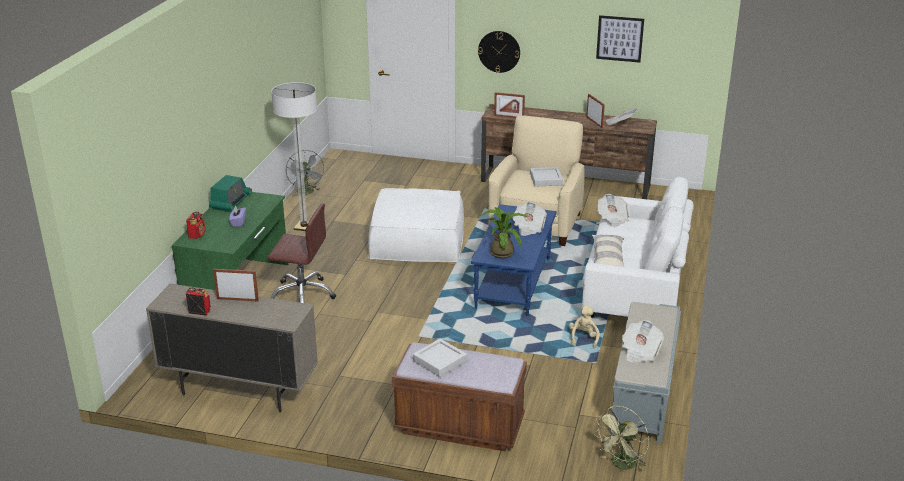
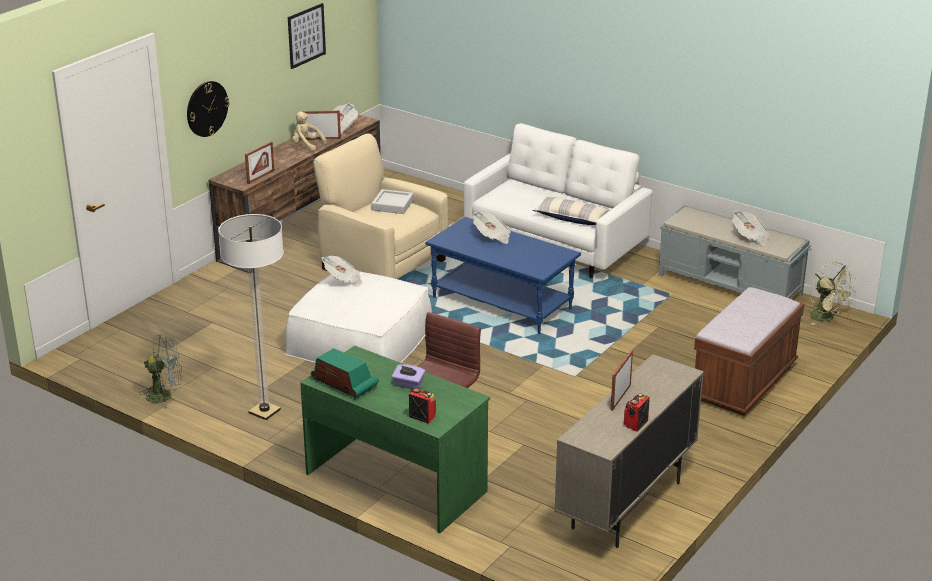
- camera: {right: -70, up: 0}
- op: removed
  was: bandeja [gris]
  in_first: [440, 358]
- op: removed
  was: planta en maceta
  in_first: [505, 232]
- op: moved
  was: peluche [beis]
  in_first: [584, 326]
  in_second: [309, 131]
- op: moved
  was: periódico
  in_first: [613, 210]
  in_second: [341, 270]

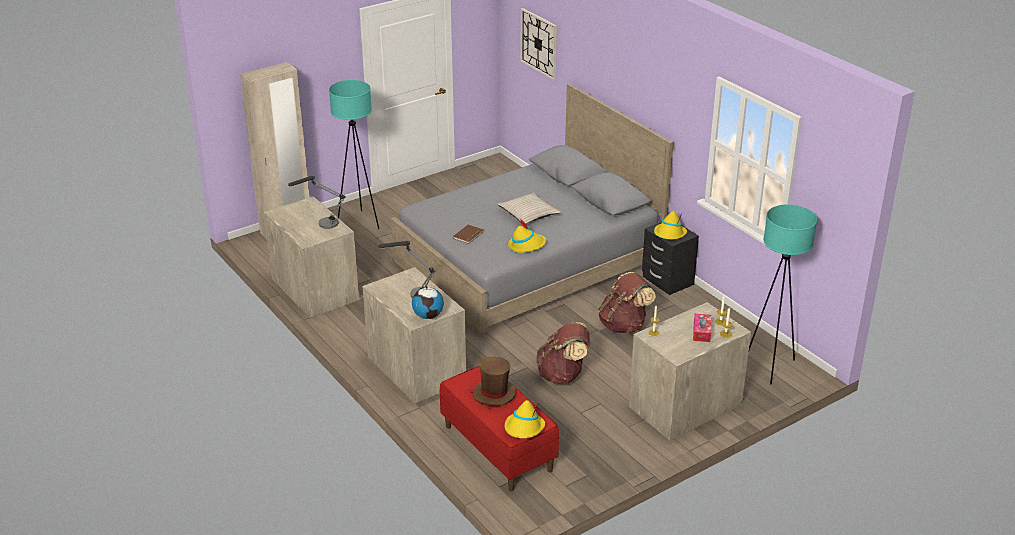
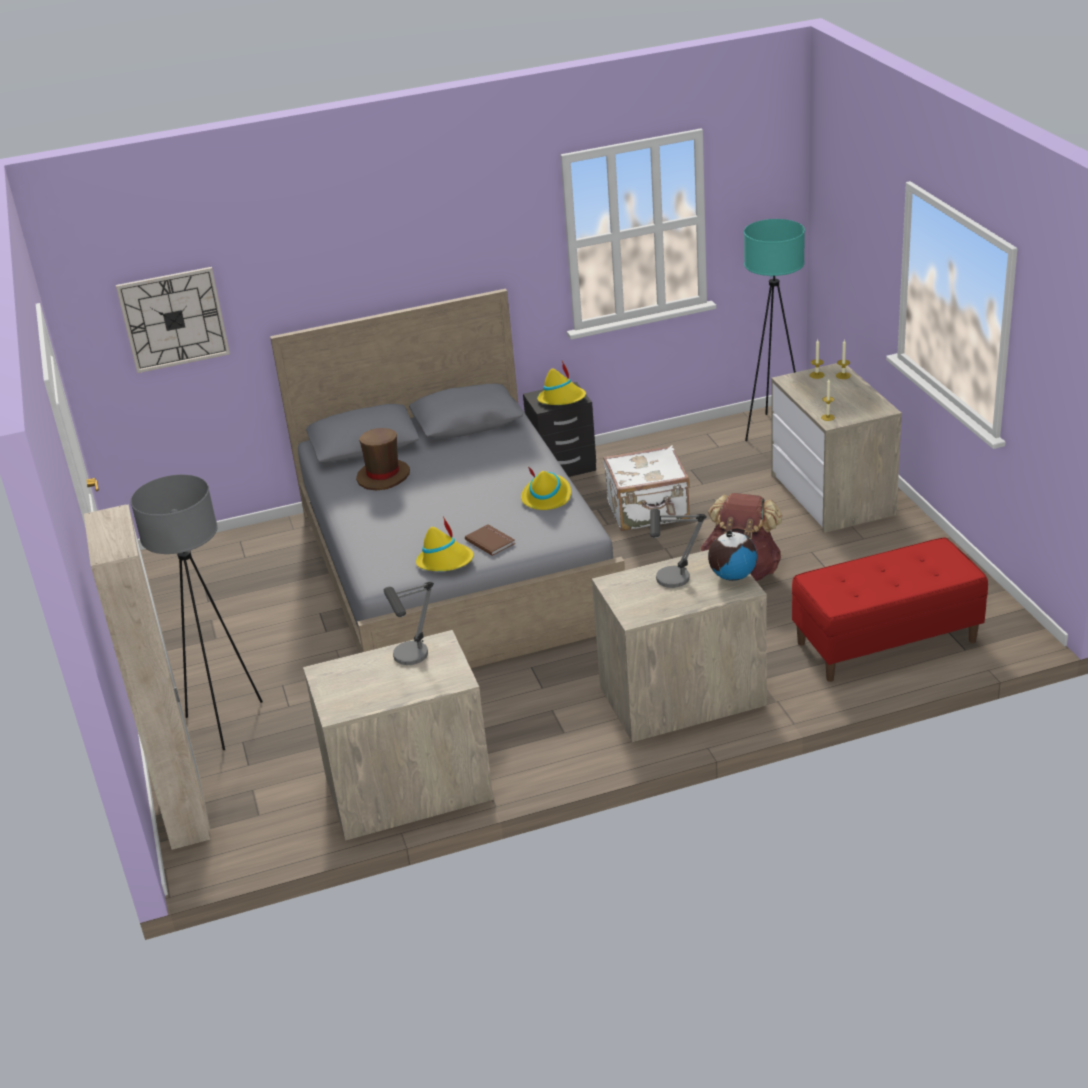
- camera: {right: -70, up: 0}
- op: recoloured
  was: lámpara de pie [turquesa]
  now: lámpara de pie [gris]
  in_first: [354, 154]
  in_second: [197, 612]
- op: moved
  was: sombrero [marrón]
  in_first: [494, 381]
  in_second: [383, 459]
- op: removed
  was: cojín [beis]
  in_first: [529, 208]
- op: moved
  was: sombrero [amarillo]
  in_first: [525, 419]
  in_second: [445, 544]
- op: replaced
  was: mochila [marrón]
  now: maleta [blanco]
  in_first: [627, 302]
  in_second: [646, 488]
- op: removed
  was: caja de pañuelos
  in_first: [702, 328]

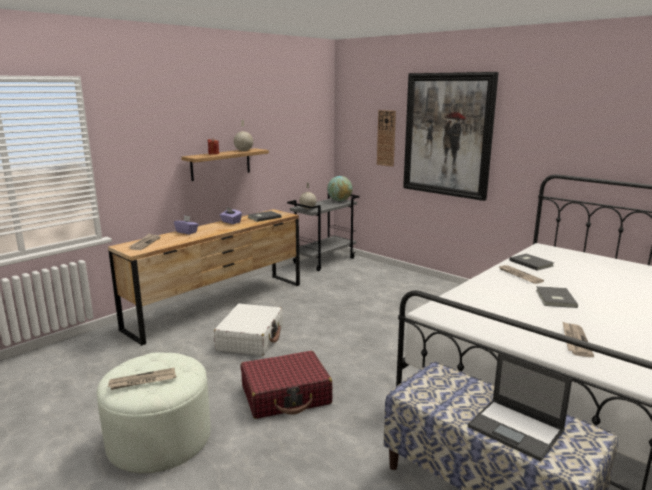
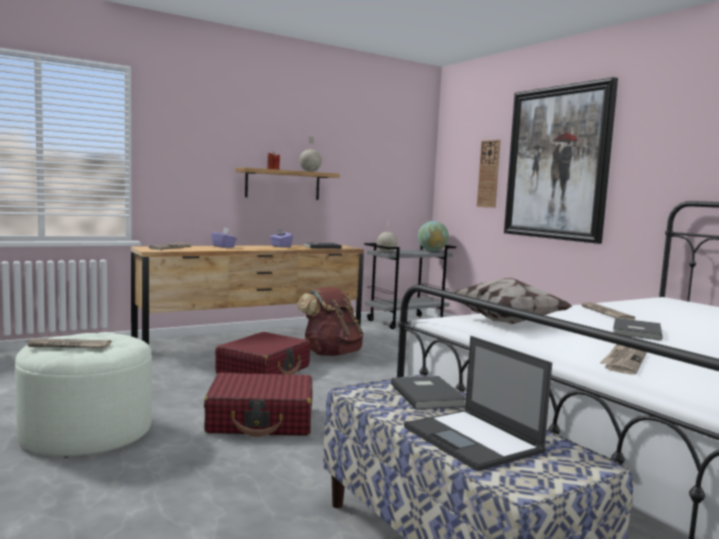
- camera: {right: 15, up: -10}
- op: recoloured
  was: maleta [blanco]
  now: maleta [rojo]
  in_first: [248, 330]
  in_second: [262, 353]
- op: moved
  was: libro [gris]
  in_first: [531, 262]
  in_second: [428, 393]
- op: added
  now: mochila [marrón]
  in_second: [330, 321]
- op: added
  now: cojín
  in_second: [512, 301]

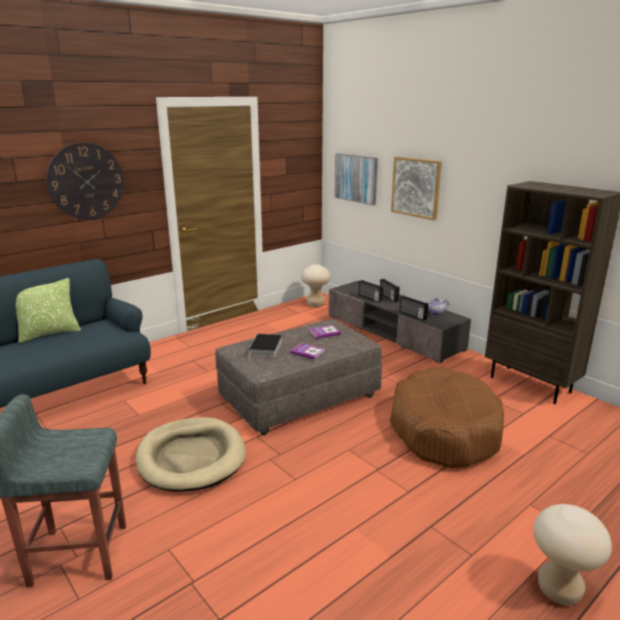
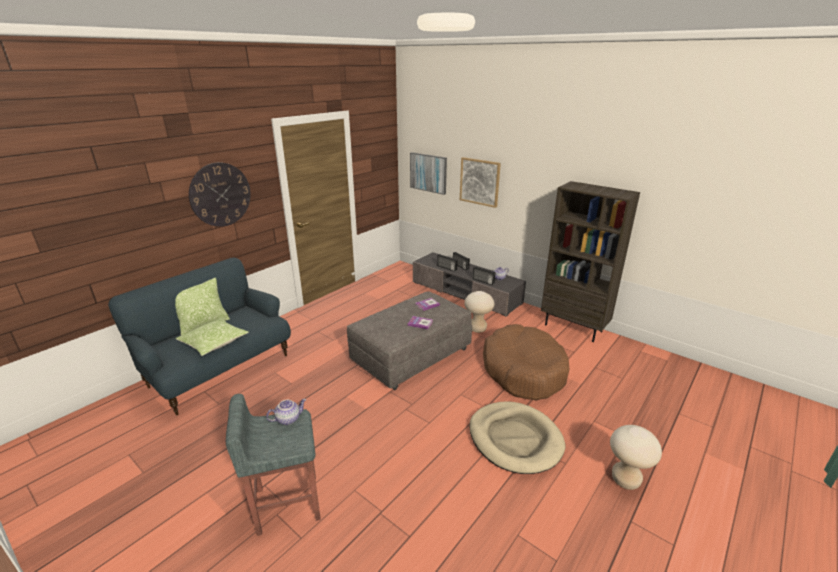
- camera: {right: -10, up: 5}
- op: moved
  was: cama para perro [beis]
  in_first: [191, 454]
  in_second: [517, 437]
- op: removed
  was: libro
  in_first: [265, 346]
- op: moved
  was: taburete [beis]
  in_first: [316, 285]
  in_second: [479, 312]
- op: added
  now: cojín
  in_second: [212, 336]
- op: added
  now: tetera
  in_second: [286, 412]

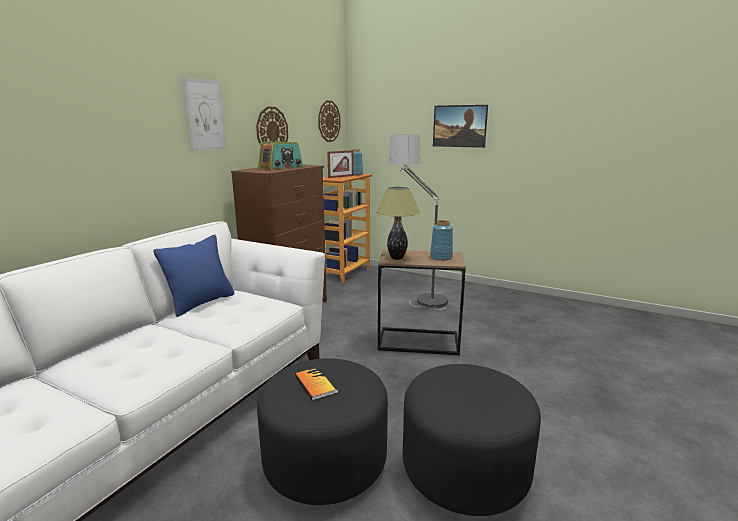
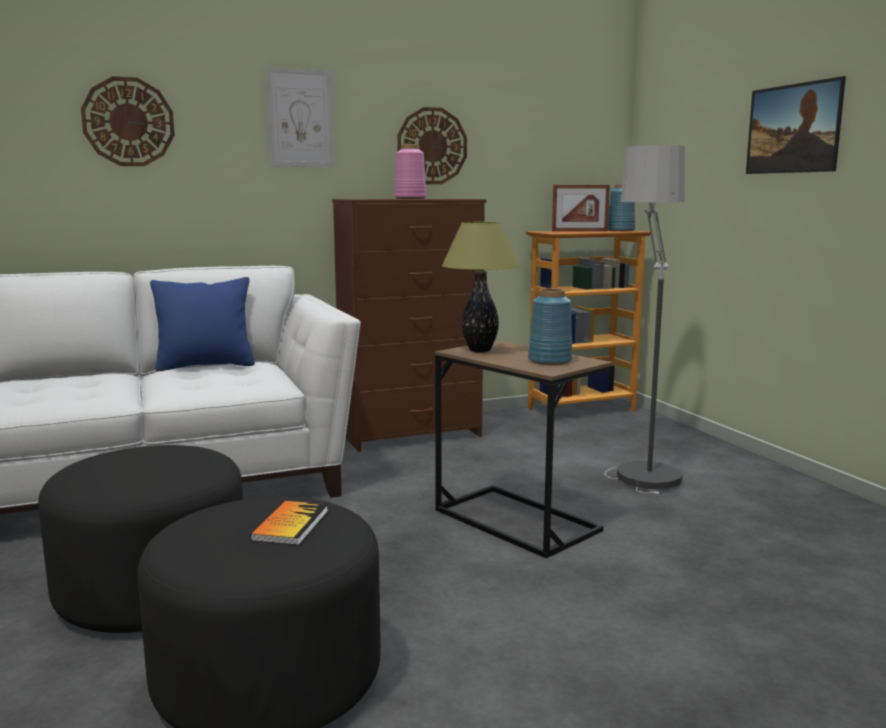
- camera: {right: 40, up: -5}
- op: replaced
  was: radio
  now: florero [rosa]
  in_first: [280, 155]
  in_second: [410, 171]
- op: moved
  was: libro
  in_first: [316, 384]
  in_second: [289, 523]
- op: moved
  was: reloj de pared
  in_first: [329, 121]
  in_second: [128, 121]

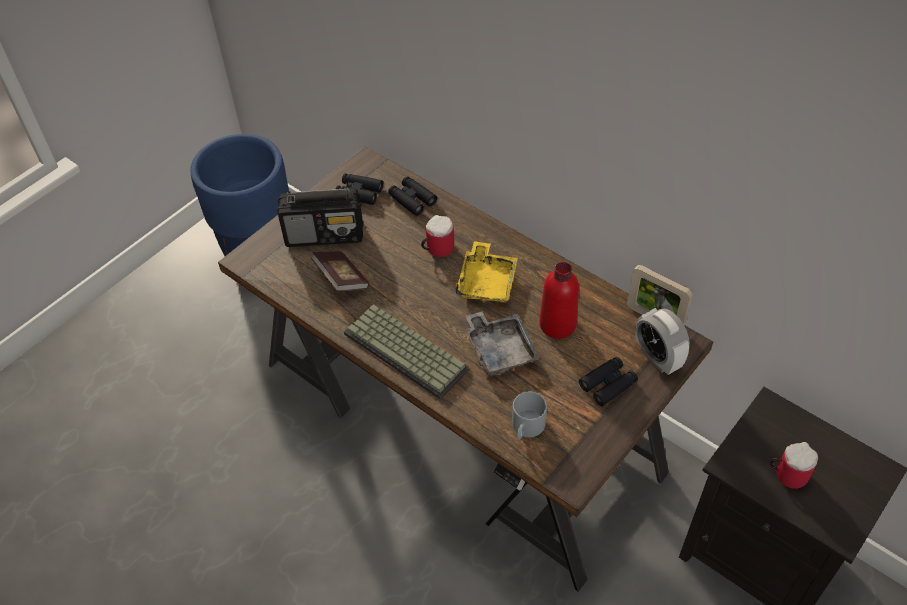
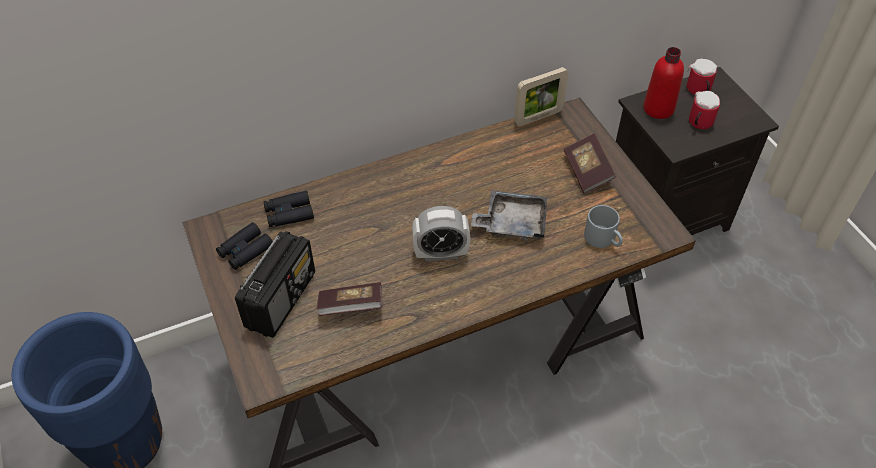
- camera: {right: -65, up: 0}
- op: removed
  was: teclado
  in_first: [407, 352]
- op: moved
  was: taza grande
  in_first: [437, 236]
  in_second: [702, 77]
- op: removed
  was: bandeja [amarillo]
  in_first: [486, 271]
- op: moved
  was: botella [rojo]
  in_first: [559, 300]
  in_second: [663, 83]
- op: replaced
  was: prismáticos [negro]
  now: libro
  in_first: [608, 381]
  in_second: [590, 163]
- op: moved
  was: despertador
  in_first: [662, 341]
  in_second: [441, 233]

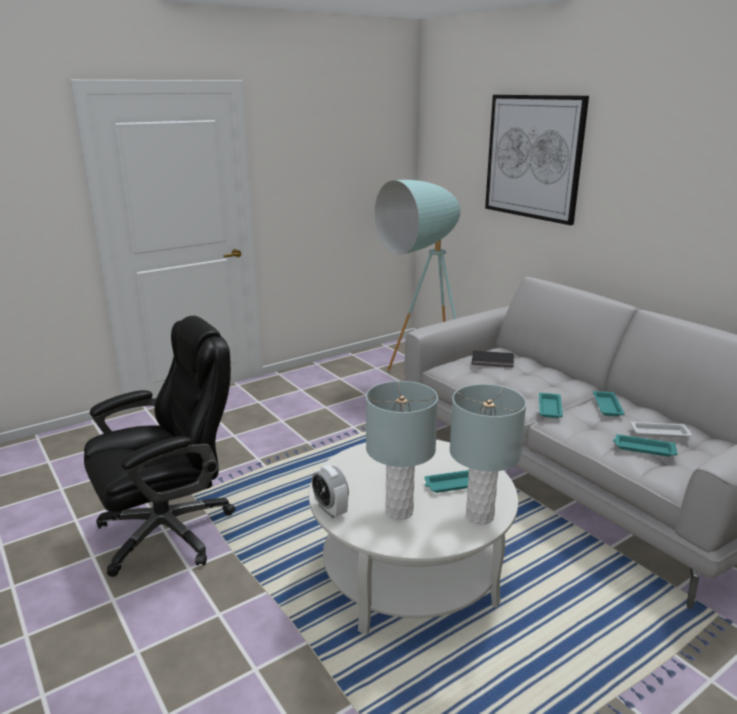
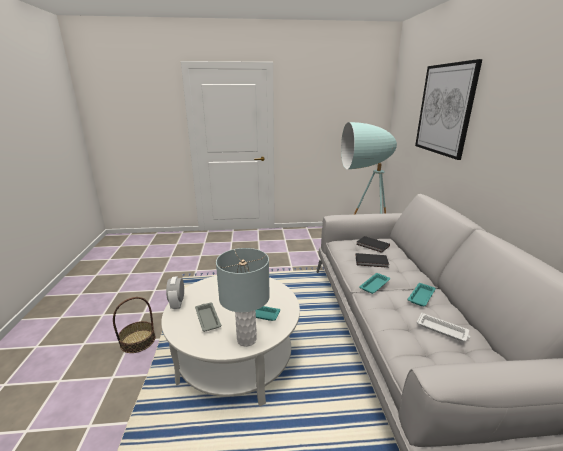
- camera: {right: 30, up: 0}
- op: removed
  was: silla de oficina [negro]
  in_first: [159, 446]
- op: replaced
  was: lámpara de mesa [gris]
  now: bandeja [gris]
  in_first: [402, 450]
  in_second: [208, 317]
- op: removed
  was: bandeja [turquesa]
  in_first: [645, 445]
- op: added
  now: cesta
  in_second: [134, 325]
- op: added
  now: libro [negro]
  in_second: [372, 260]

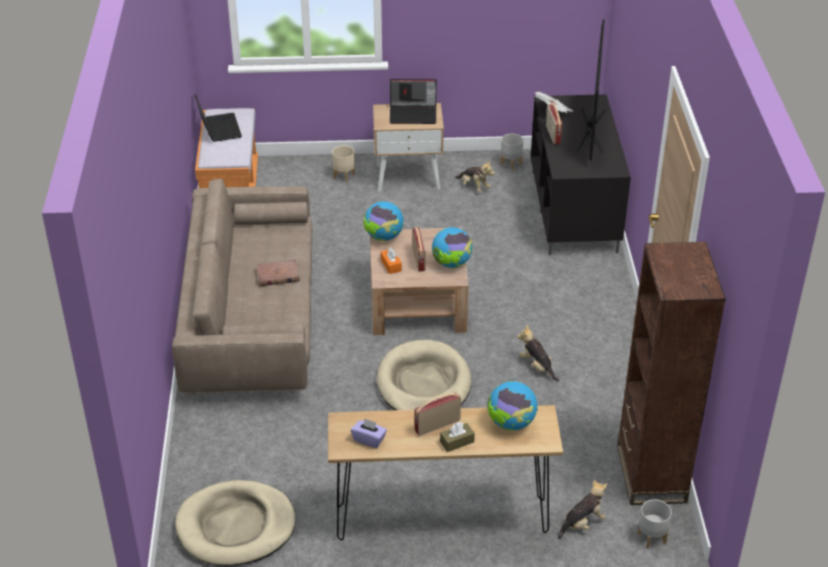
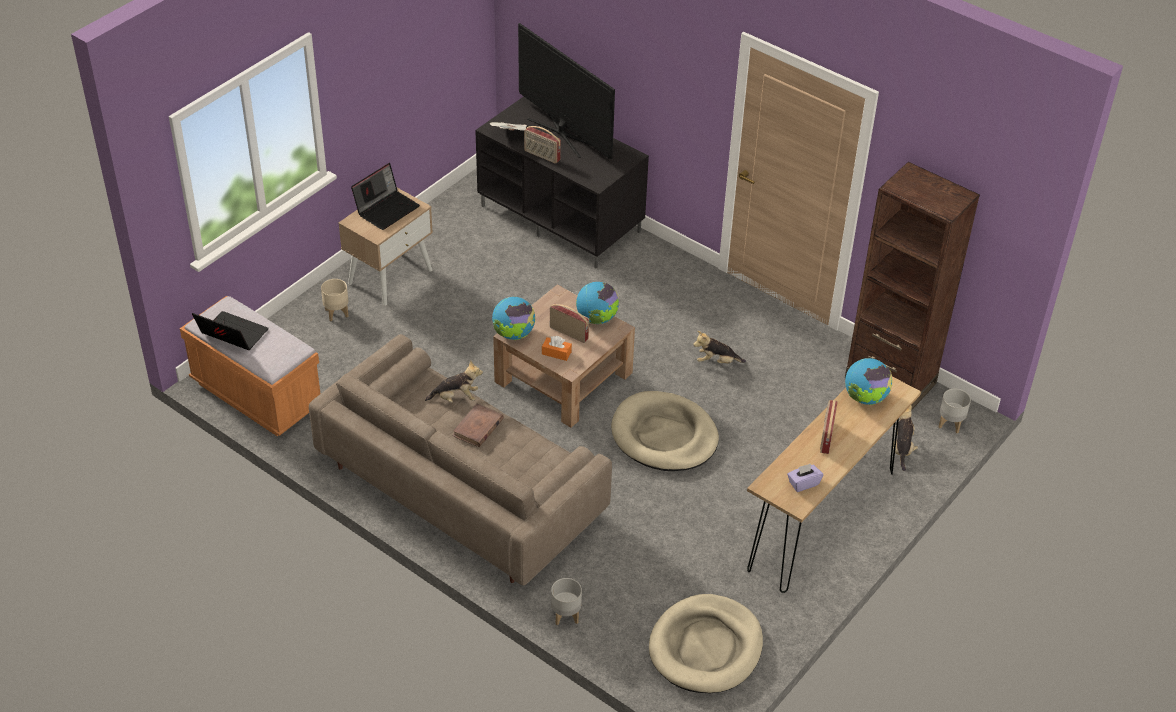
- camera: {right: -50, up: 5}
- op: removed
  was: caja de pañuelos [marrón]
  in_first: [457, 437]
- op: moved
  was: peluche
  in_first: [475, 177]
  in_second: [454, 381]
- op: moved
  was: maceta [gris]
  in_first: [511, 152]
  in_second: [566, 602]

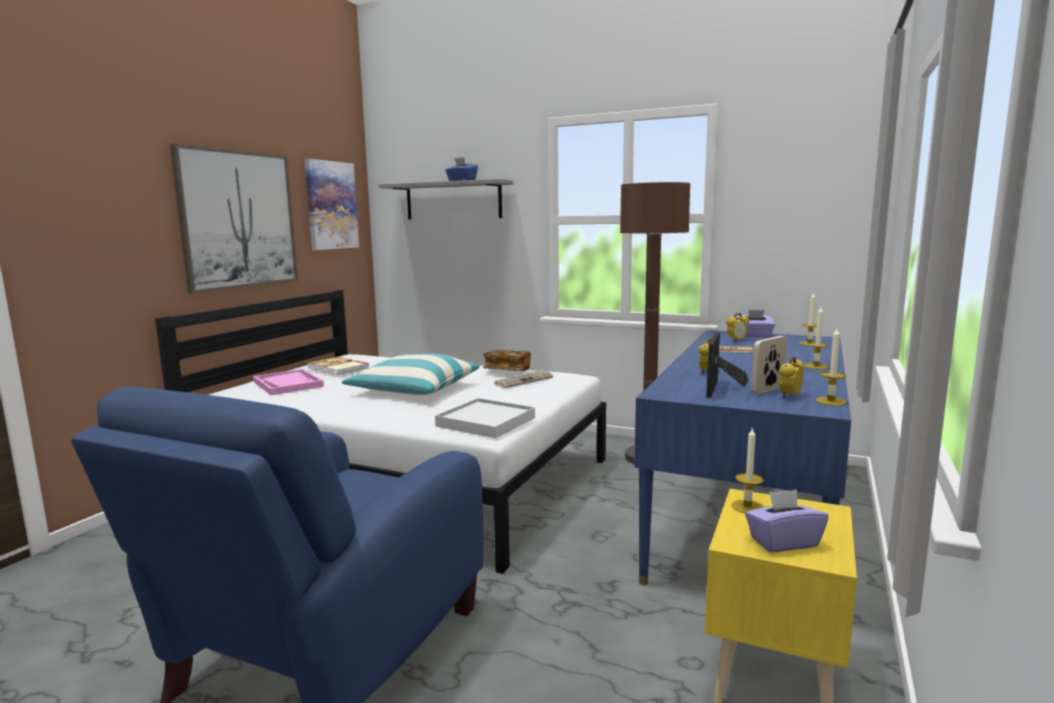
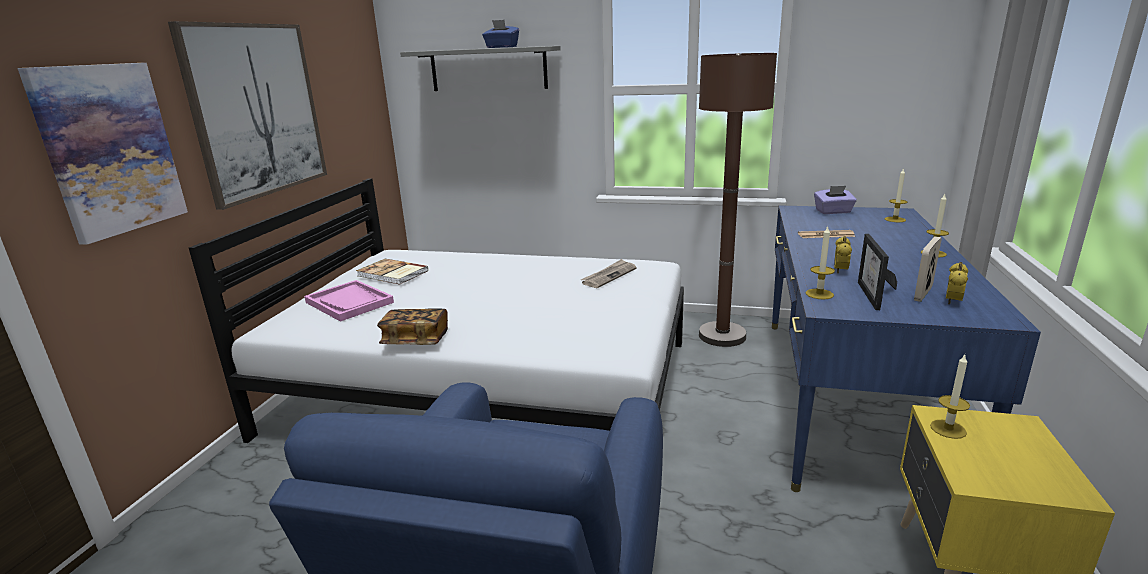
- camera: {right: -10, up: 10}
- op: moved
  was: cuadro
  in_first: [332, 204]
  in_second: [102, 154]
- op: removed
  was: cojín
  in_first: [411, 374]
- op: removed
  was: bandeja [blanco]
  in_first: [485, 418]
- op: moved
  was: libro
  in_first: [507, 360]
  in_second: [412, 326]
- op: removed
  was: despertador
  in_first: [737, 327]
- op: removed
  was: caja de pañuelos [morado]
  in_first: [787, 520]
- op: moved
  was: vela
  in_first: [831, 367]
  in_second: [820, 263]

